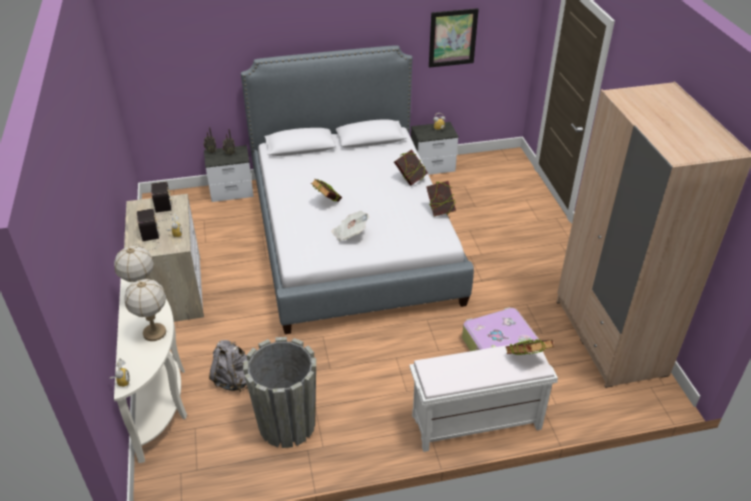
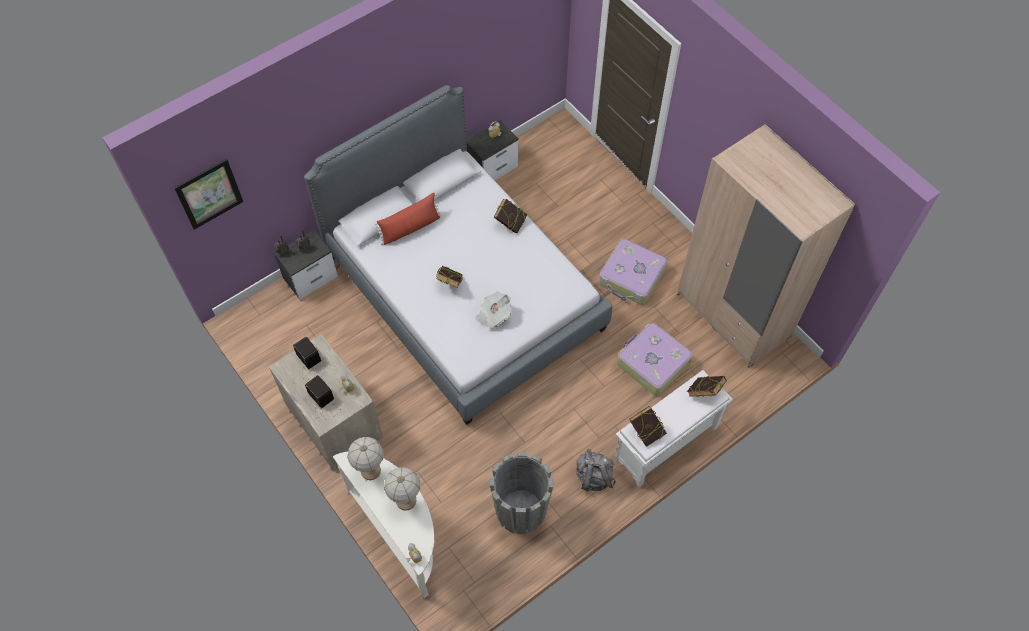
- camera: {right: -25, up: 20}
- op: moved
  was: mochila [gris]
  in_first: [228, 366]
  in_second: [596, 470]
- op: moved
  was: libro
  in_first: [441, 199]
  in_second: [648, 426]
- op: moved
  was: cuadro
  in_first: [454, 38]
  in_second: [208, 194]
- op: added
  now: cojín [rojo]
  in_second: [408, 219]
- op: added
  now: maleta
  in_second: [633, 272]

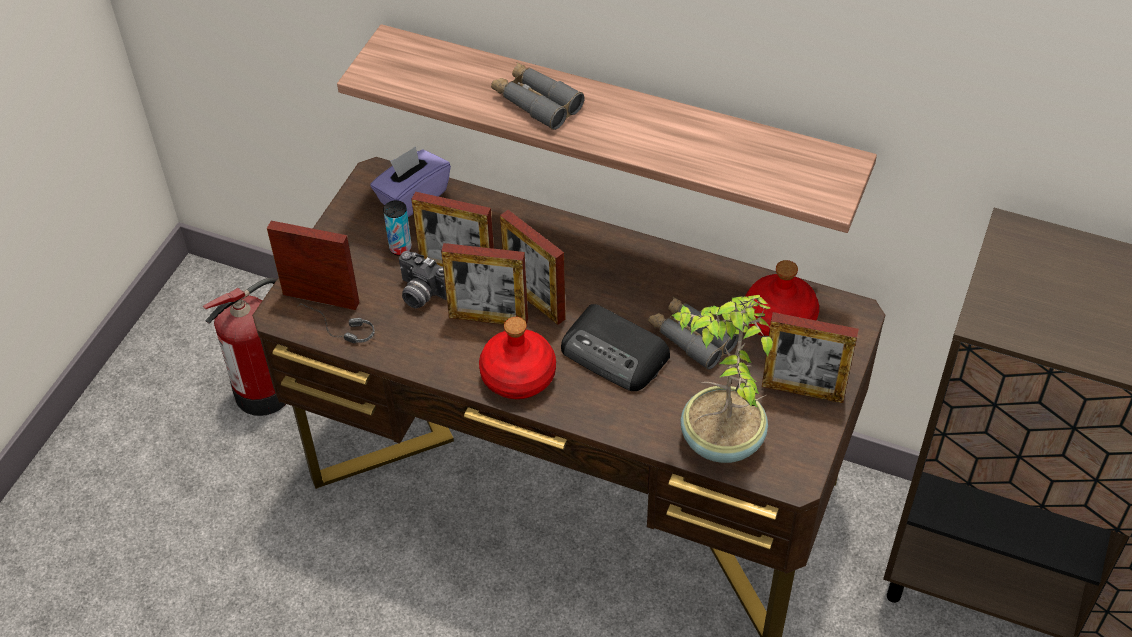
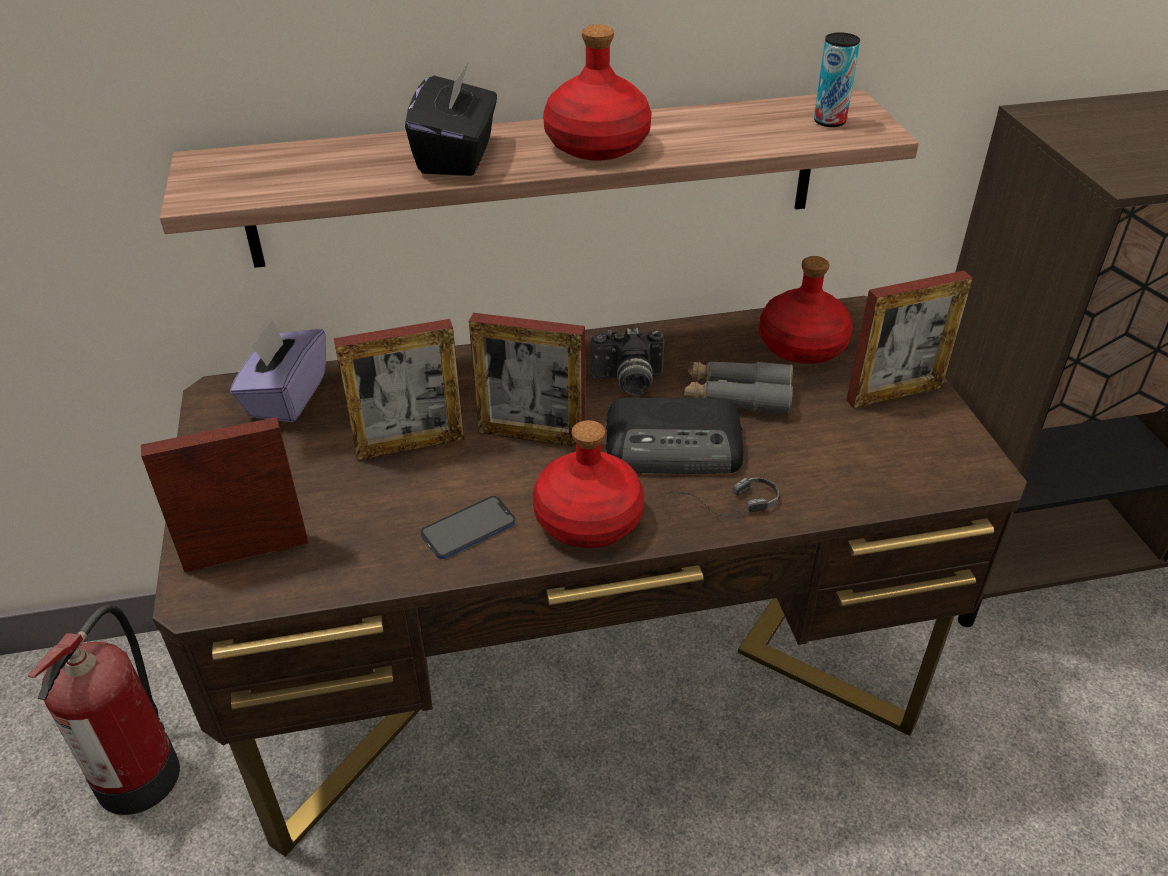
- camera: {right: -35, up: -10}
- op: moved
  was: auriculares
  in_first: [336, 323]
  in_second: [723, 497]
- op: moved
  was: lata
  in_first: [397, 228]
  in_second: [837, 79]
- op: moved
  was: cámara
  in_first: [423, 280]
  in_second: [628, 361]
- op: removed
  was: portarretratos
  in_first: [484, 284]
- op: replaced
  was: prismáticos [gris]
  now: caja de pañuelos [negro]
  in_first: [538, 96]
  in_second: [451, 119]
- op: removed
  was: planta en maceta
  in_first: [722, 379]
- op: added
  now: móvil
  in_second: [468, 527]
- op: added
  now: botella [rojo]
  in_second: [597, 92]

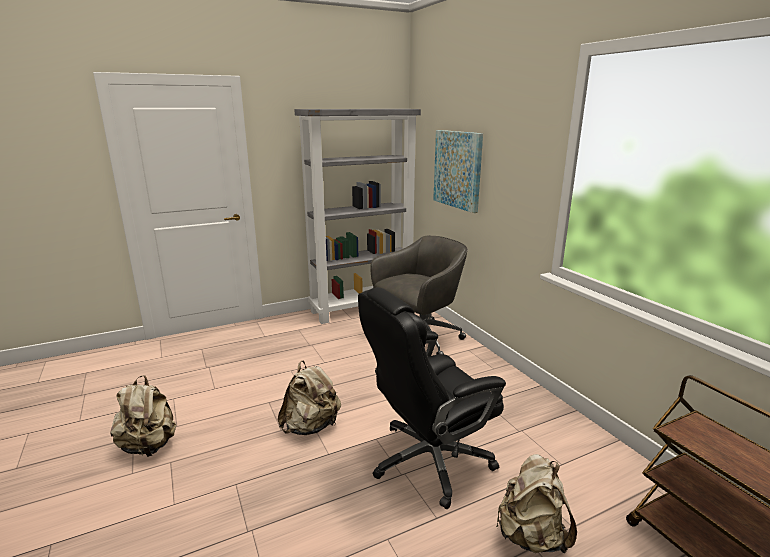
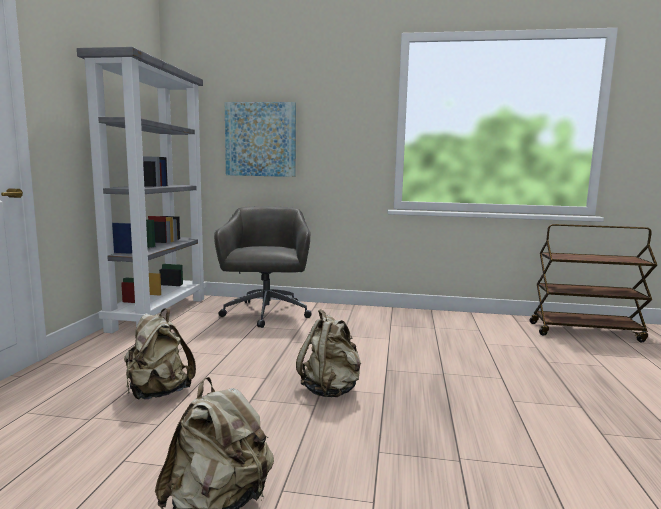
- camera: {right: -55, up: -10}
- op: removed
  was: silla de oficina [negro]
  in_first: [432, 398]
- op: moved
  was: mochila [beis]
  in_first: [536, 503]
  in_second: [160, 354]

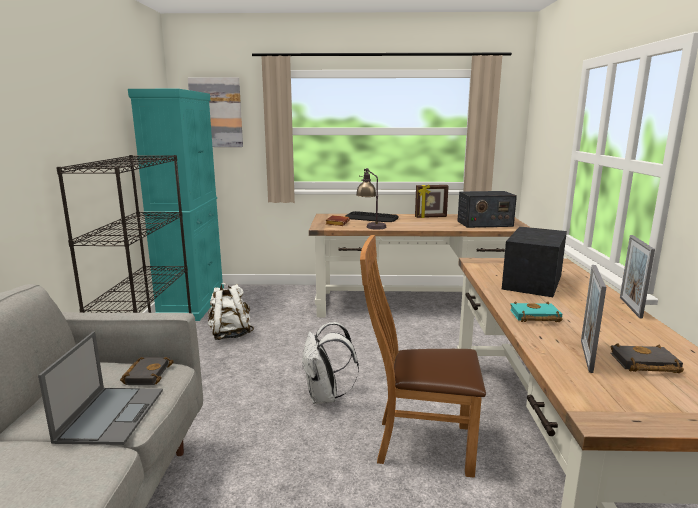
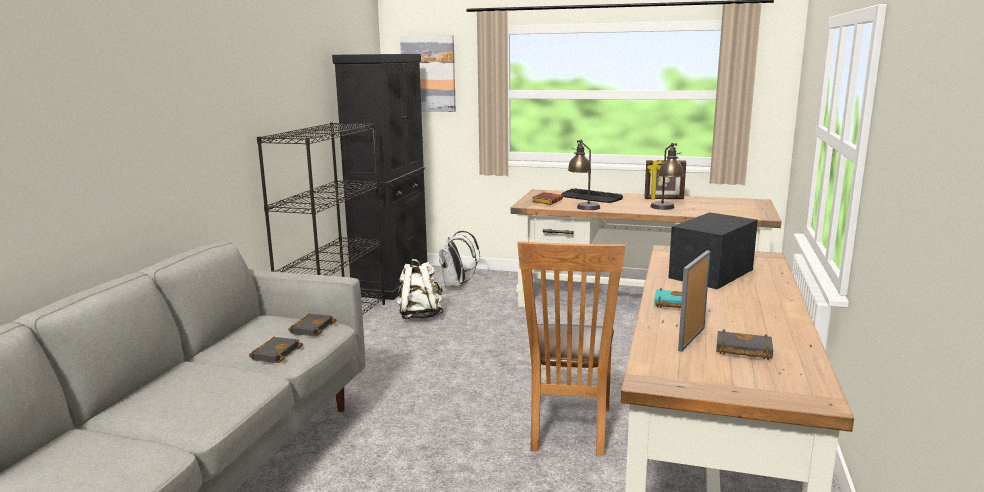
- camera: {right: 15, up: 0}
- op: replaced
  was: portátil
  now: libro [negro]
  in_first: [100, 388]
  in_second: [276, 350]
- op: recoloured
  was: armario [turquesa]
  now: armario [negro]
  in_first: [176, 205]
  in_second: [379, 177]
- op: moved
  was: mochila [blanco]
  in_first: [330, 363]
  in_second: [459, 259]
- op: turned
  was: silla [marrón]
  in_first: [423, 356]
  in_second: [571, 348]
  clockwise: -105
- op: removed
  was: radio
  in_first: [487, 209]
- op: removed
  was: portarretratos
  in_first: [637, 277]
- op: added
  now: lámpara de mesa
  in_second: [667, 176]

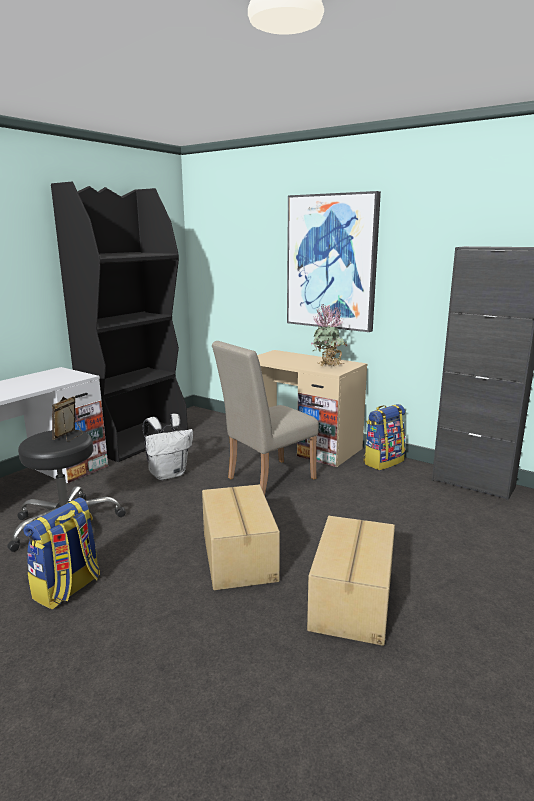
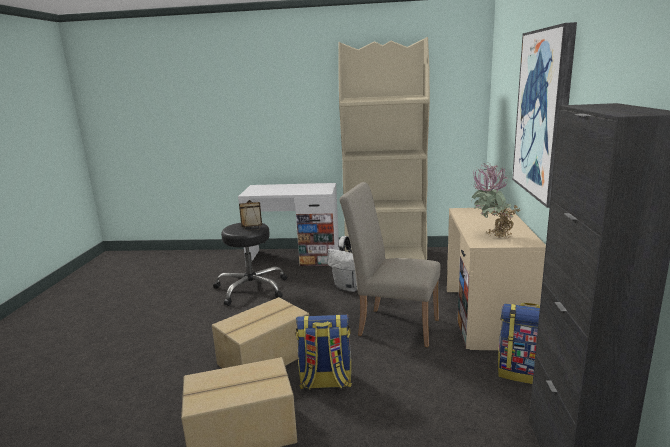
- camera: {right: 60, up: 0}
- op: moved
  was: mochila
  in_first: [61, 553]
  in_second: [324, 352]
- op: recoloured
  was: estantería [negro]
  now: estantería [beis]
  in_first: [119, 322]
  in_second: [384, 148]

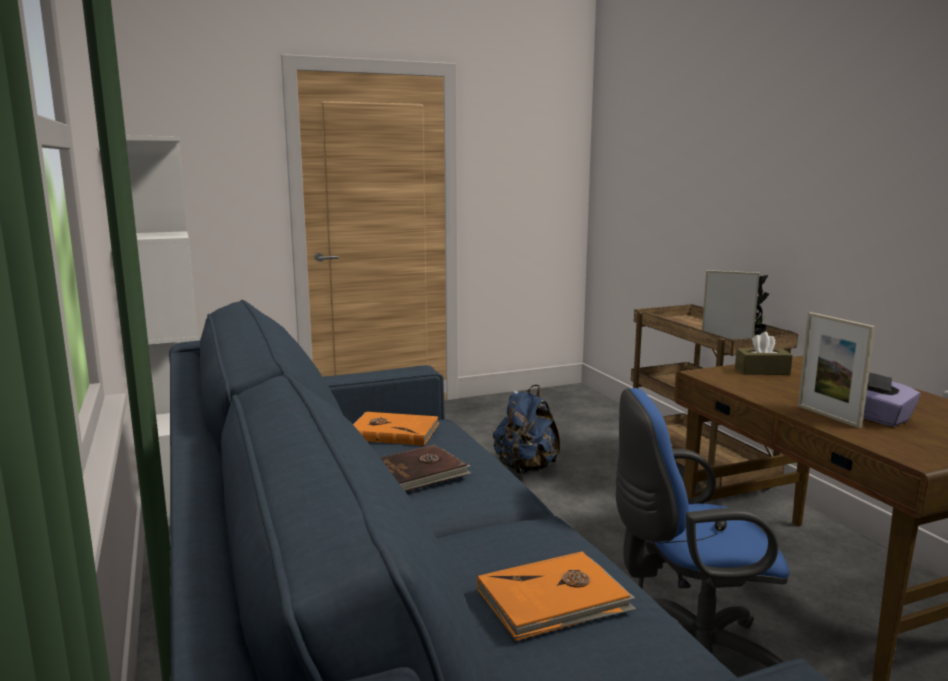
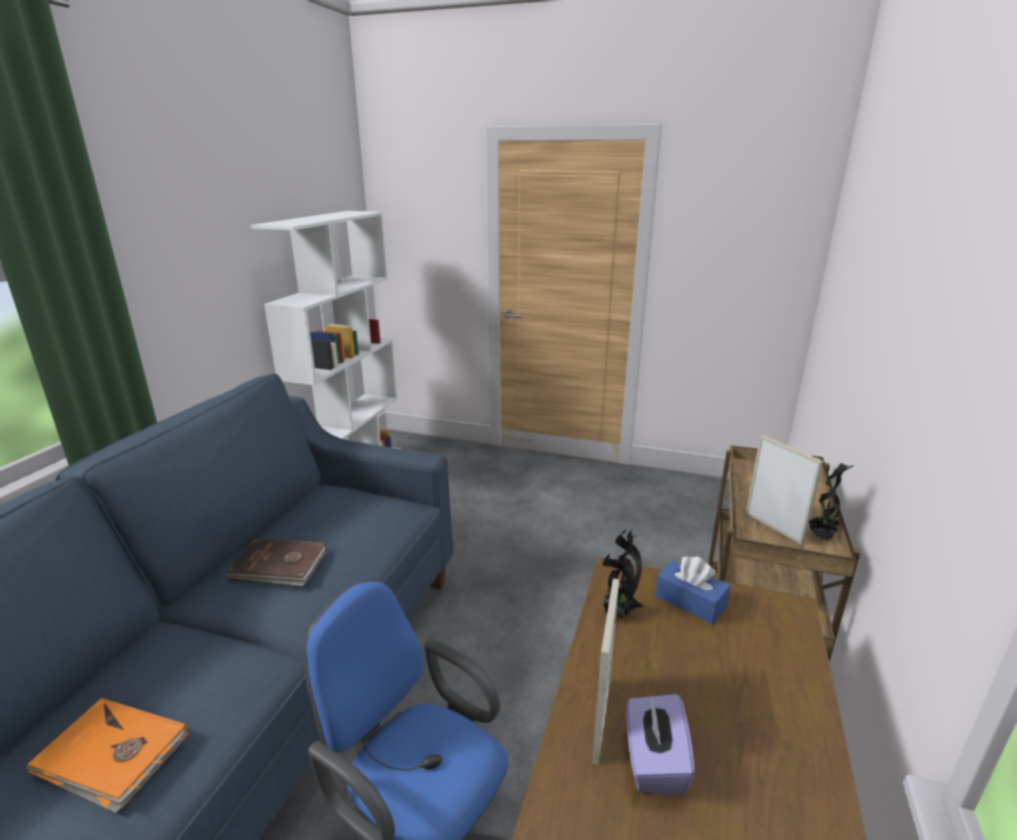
- camera: {right: 40, up: 10}
- op: removed
  was: libro [naranja]
  in_first: [396, 429]
- op: removed
  was: mochila [azul]
  in_first: [526, 429]
- op: recoloured
  was: caja de pañuelos [marrón]
  now: caja de pañuelos [azul]
  in_first: [764, 353]
  in_second: [693, 590]
- op: added
  now: planta en maceta
  in_second: [623, 573]

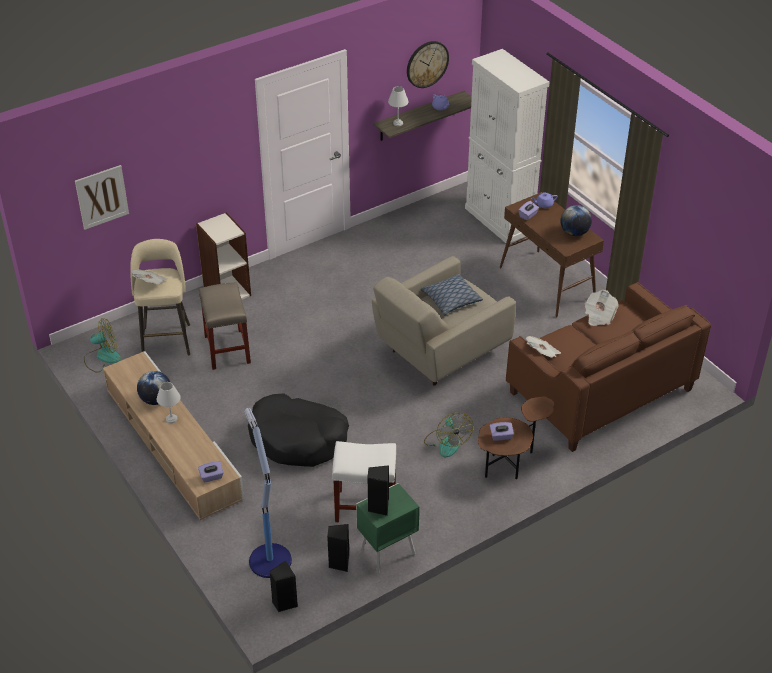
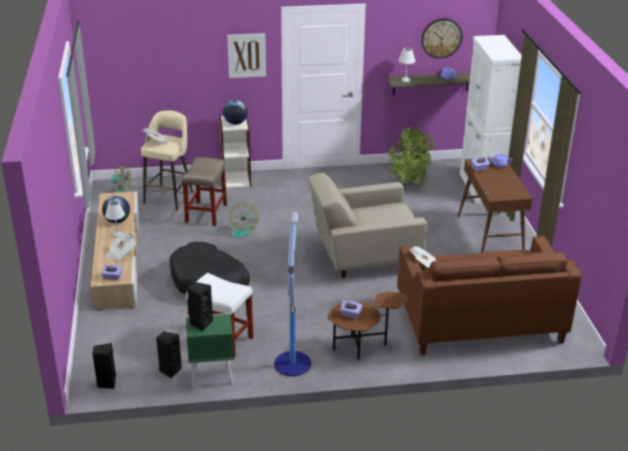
- camera: {right: 25, up: -10}
- op: moved
  was: cuadro
  in_first: [102, 197]
  in_second: [246, 55]
- op: moved
  was: lámpara de pie
  in_first: [268, 493]
  in_second: [292, 294]
- op: removed
  was: cojín
  in_first: [452, 294]
- op: moved
  was: ventilador
  in_first: [448, 435]
  in_second: [243, 220]
- op: moved
  was: globo terráqueo
  in_first: [576, 220]
  in_second: [235, 112]
- op: moved
  was: periódico
  in_first: [601, 308]
  in_second: [120, 247]
- op: added
  now: planta en maceta
  in_second: [411, 155]

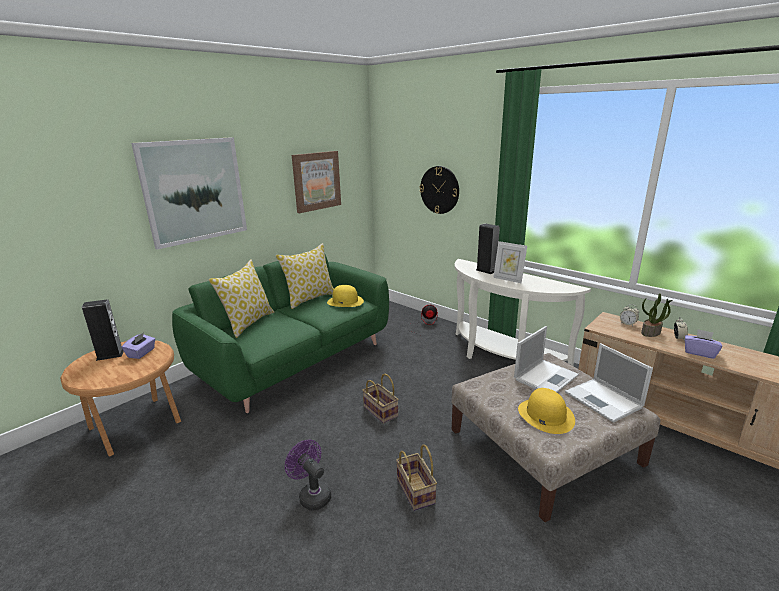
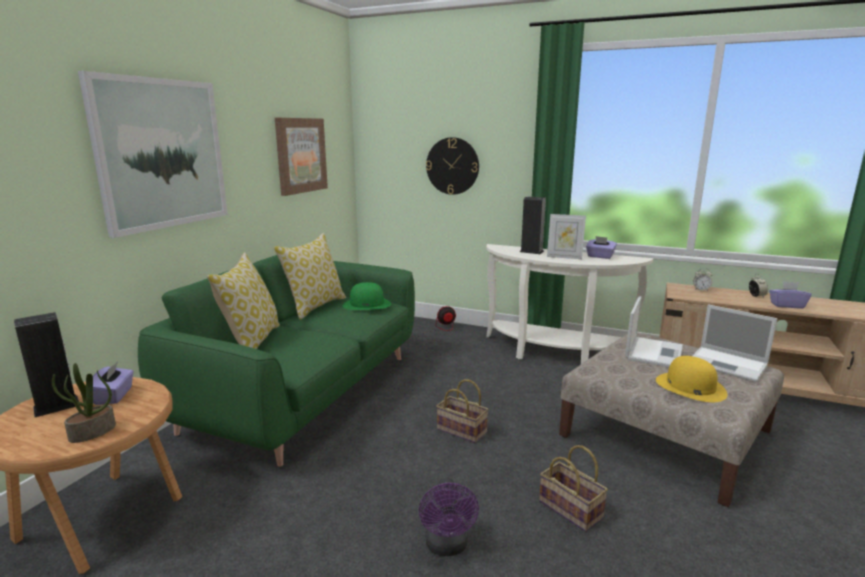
- camera: {right: -20, up: -5}
- op: turned
  was: ventilador [morado]
  in_first: [308, 475]
  in_second: [449, 516]
  clockwise: -120
- op: recoloured
  was: sombrero [amarillo]
  now: sombrero [verde]
  in_first: [345, 296]
  in_second: [367, 296]
- op: moved
  was: planta en maceta
  in_first: [657, 315]
  in_second: [84, 403]
- op: added
  now: caja de pañuelos [morado]
  in_second: [601, 247]

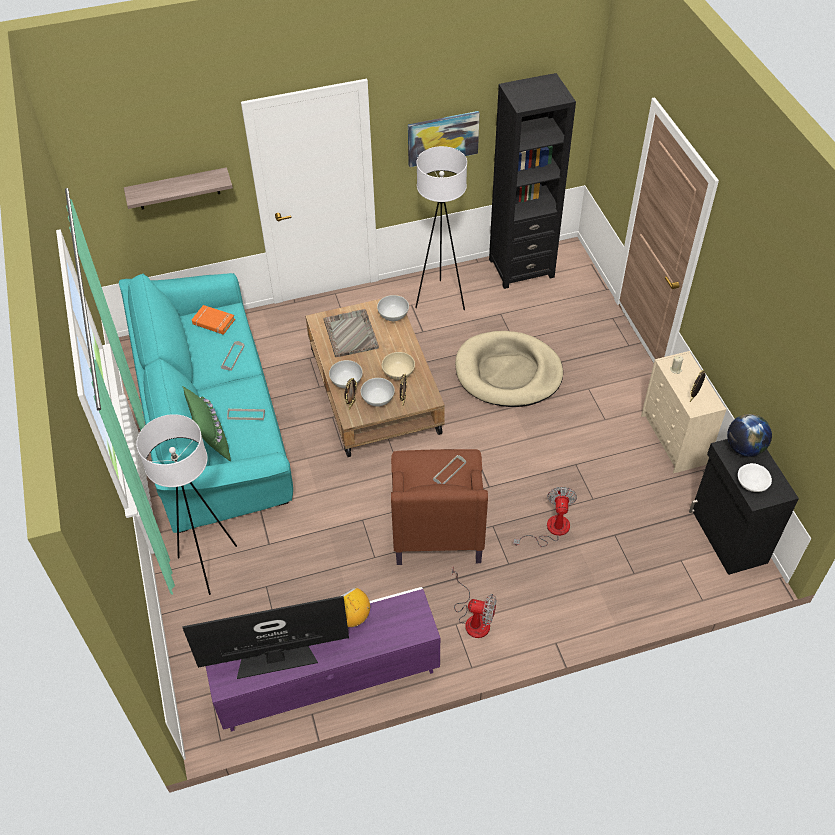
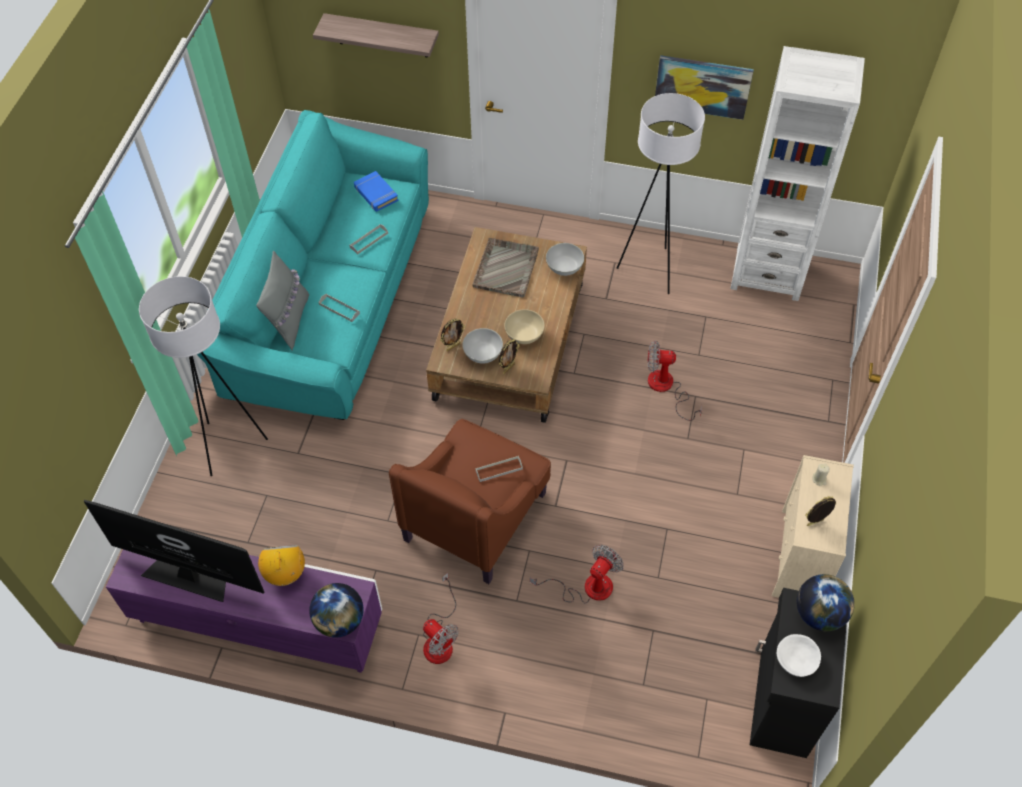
- camera: {right: 30, up: 5}
- op: recoloured
  was: cojín [verde]
  now: cojín [gris]
  in_first: [206, 424]
  in_second: [282, 300]
- op: recoloured
  was: libro [naranja]
  now: libro [azul]
  in_first: [213, 320]
  in_second: [376, 191]
- op: removed
  was: cuenco [blanco]
  in_first: [346, 374]
- op: replaced
  was: cama para perro [beis]
  now: ventilador
  in_first: [509, 369]
  in_second: [675, 380]
- op: recoloured
  was: estantería [negro]
  now: estantería [blanco]
  in_first: [532, 181]
  in_second: [797, 173]
- op: added
  now: globo terráqueo
  in_second: [336, 610]

